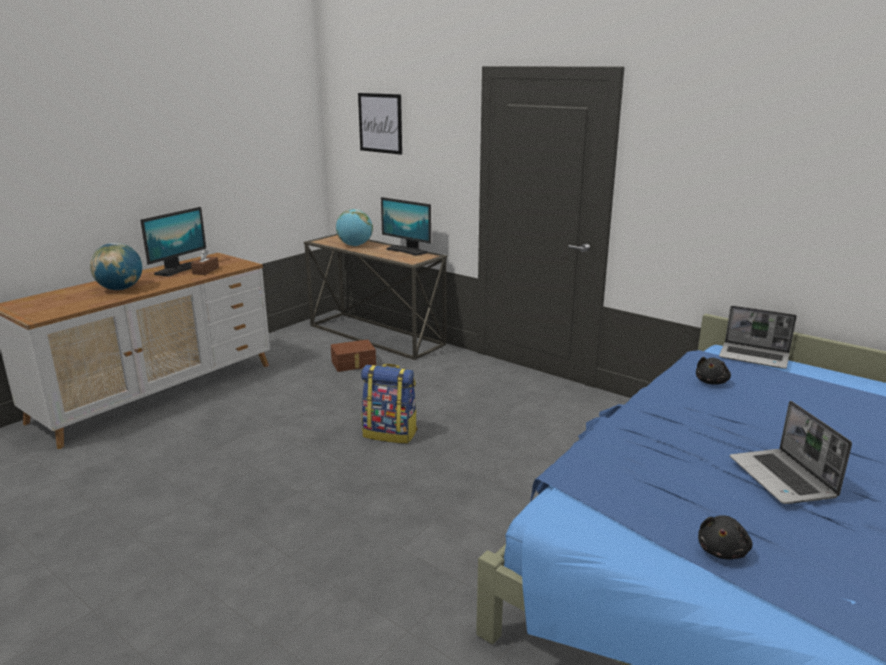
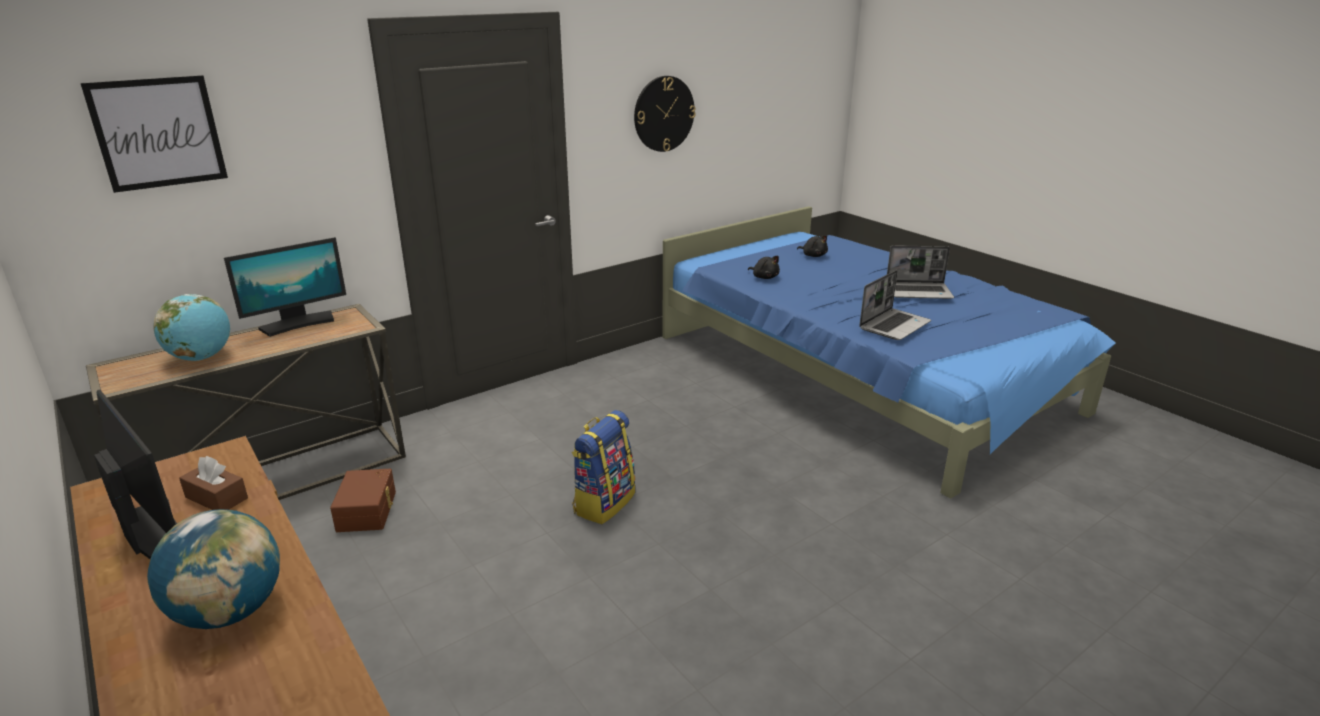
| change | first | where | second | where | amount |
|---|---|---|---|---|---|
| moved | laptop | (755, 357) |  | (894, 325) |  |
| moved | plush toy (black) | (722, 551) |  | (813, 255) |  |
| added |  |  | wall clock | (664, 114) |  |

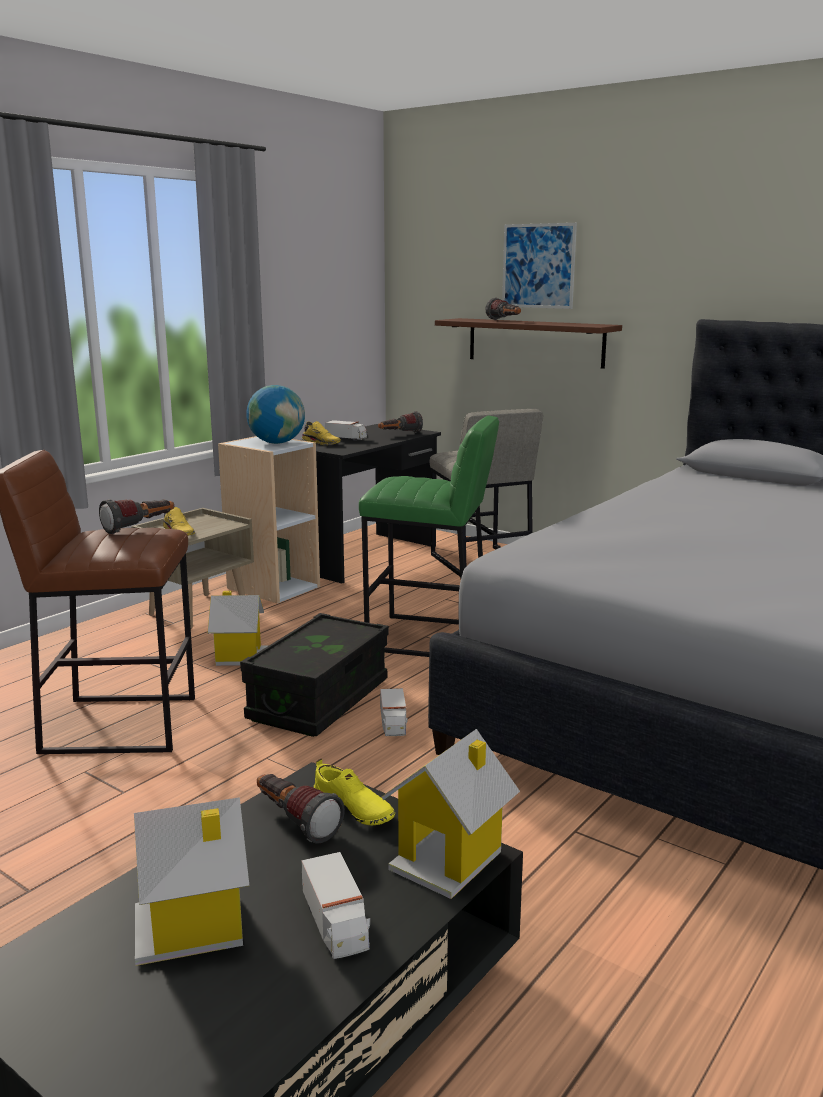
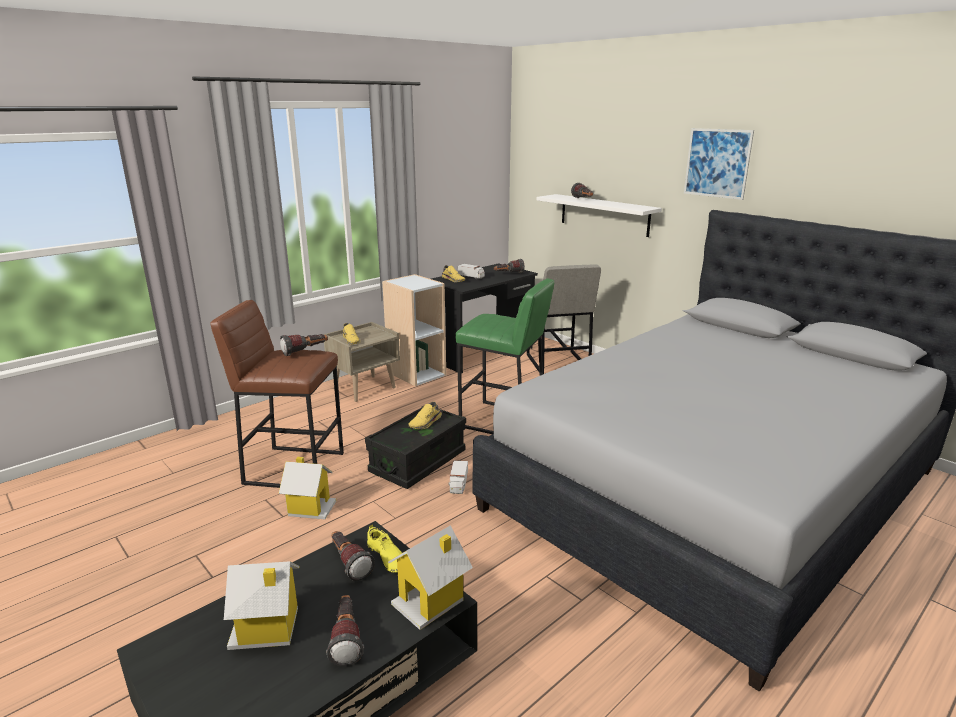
| change | first | where | second | where | amount |
|---|---|---|---|---|---|
| moved | picture | (538, 266) |  | (717, 163) |  |
| recoloured | shelf (brown) | (535, 342) | shelf (white) | (604, 215) |  |
| removed | globe | (277, 443) |  |  |  |
| moved | toy house | (240, 656) |  | (310, 507) |  |
| replaced | toy truck | (336, 924) | flashlight | (346, 638) |  |
| added |  |  | shoe (yellow) | (426, 423) |  |

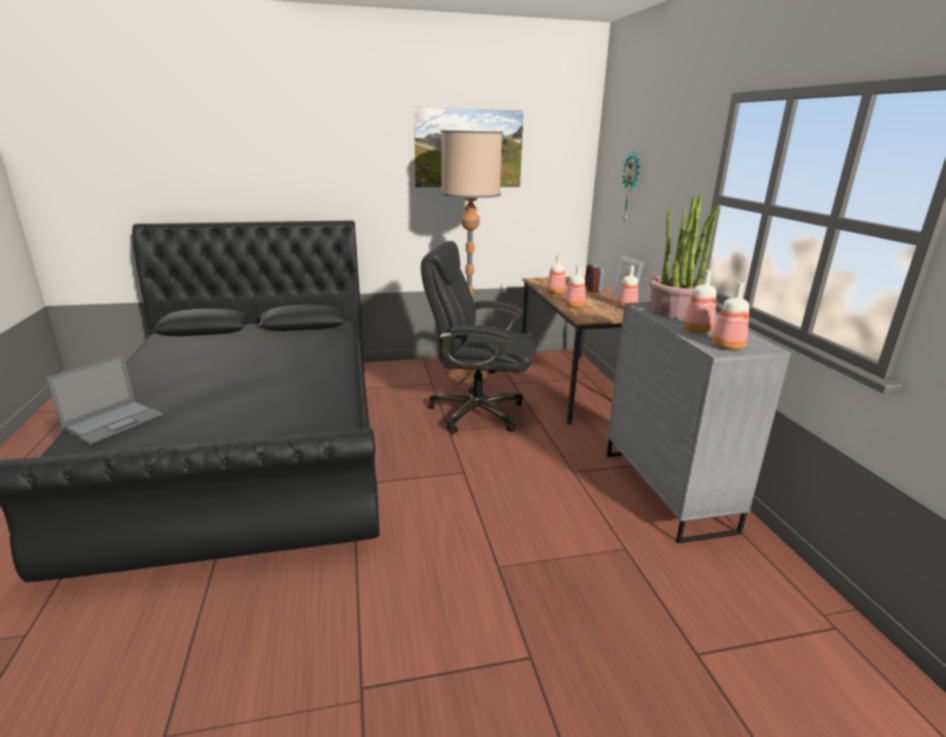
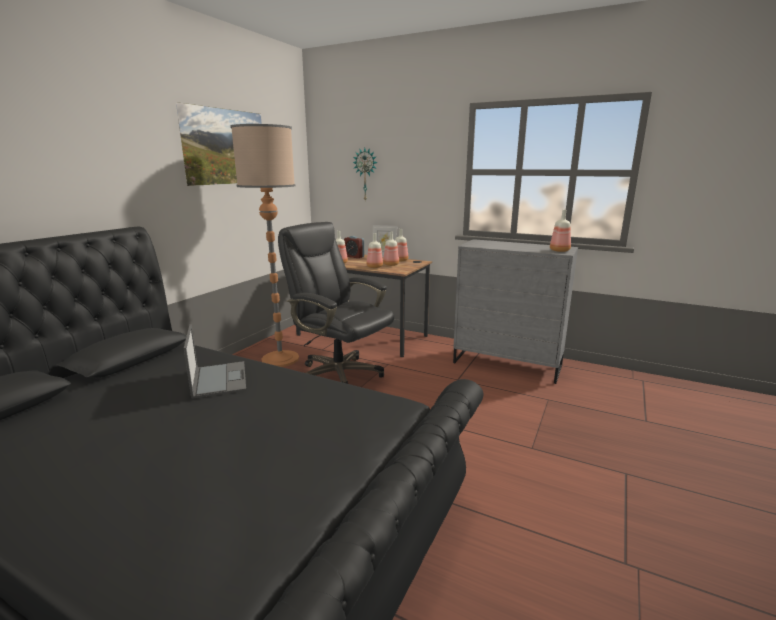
| change | first | where | second | where | amount |
|---|---|---|---|---|---|
| removed | potted plant | (675, 310) |  |  |  |
| turned | office chair (black) | (479, 413) |  | (340, 377) | 75 degrees clockwise |
| moved | bottle | (697, 330) |  | (391, 265) |  |
| moved | laptop | (114, 421) |  | (219, 379) |  |

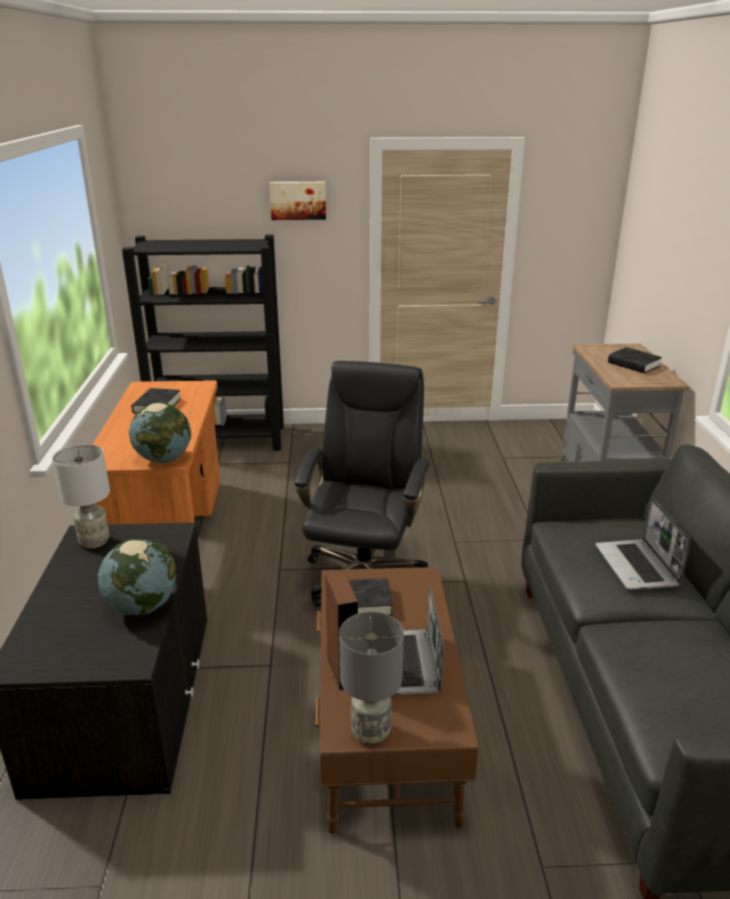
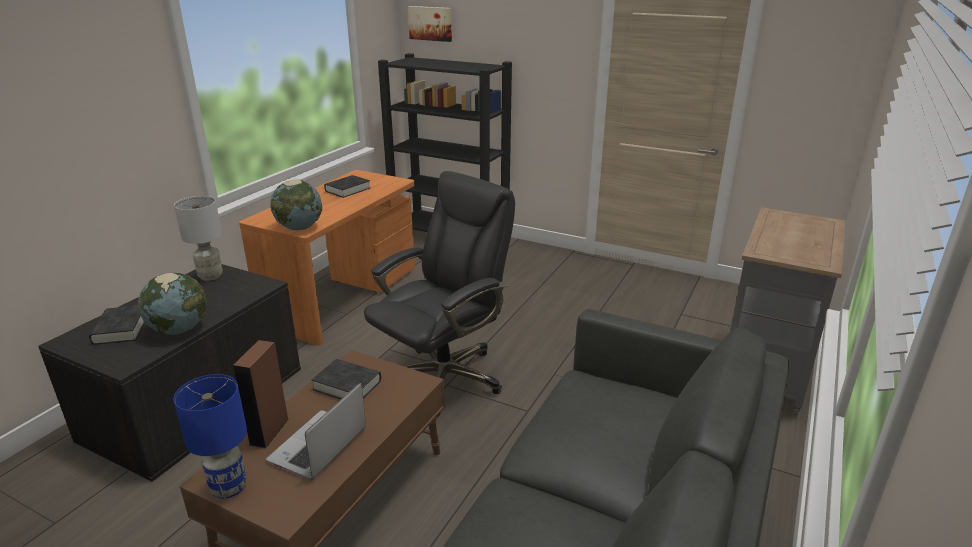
| change | first | where | second | where | amount |
|---|---|---|---|---|---|
| moved | picture | (298, 200) |  | (431, 23) |  |
| moved | book (black) | (633, 364) |  | (121, 329) |  |
| removed | laptop | (637, 567) |  |  |  |
| recoloured | table lamp (grey) | (371, 732) | table lamp (blue) | (229, 487) |  |

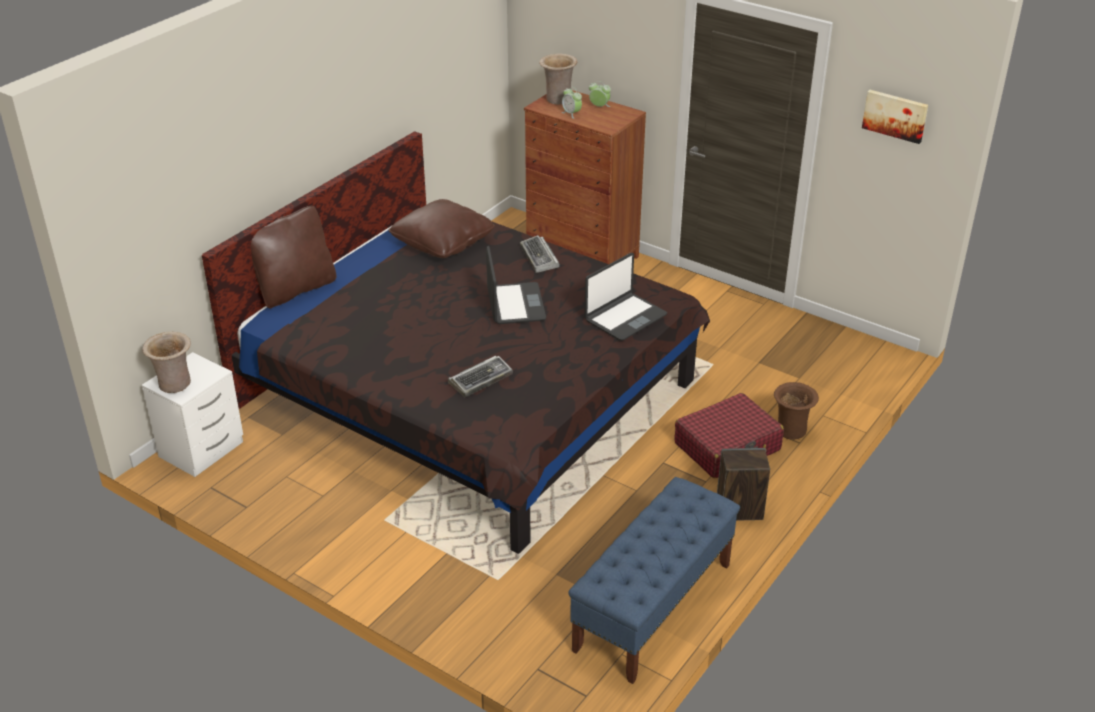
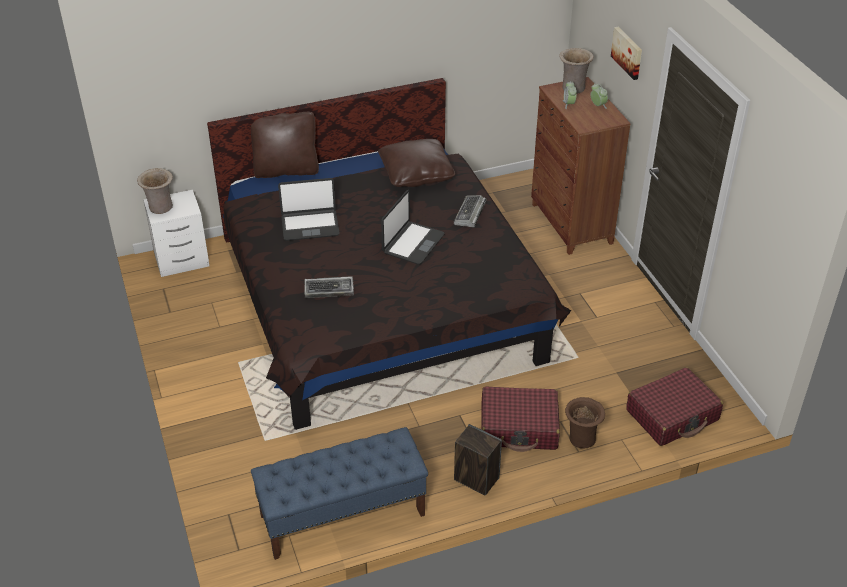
| change | first | where | second | where | amount |
|---|---|---|---|---|---|
| moved | picture | (895, 115) |  | (628, 52) |  |
| moved | laptop | (625, 317) |  | (310, 225) |  |
| added |  |  | suitcase (red) | (672, 415) |  |

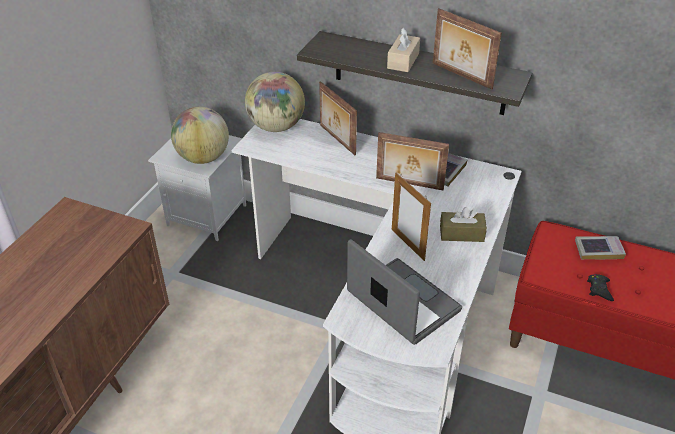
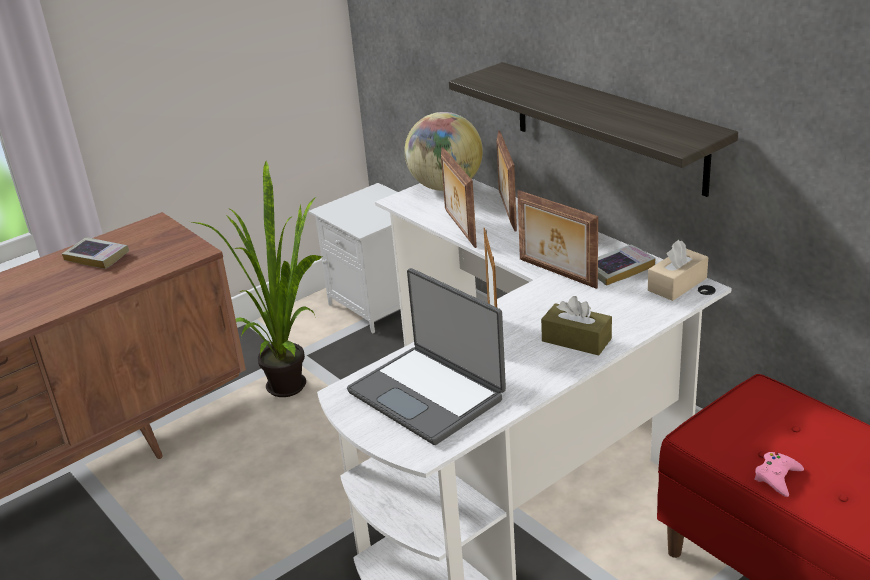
| change | first | where | second | where | amount |
|---|---|---|---|---|---|
| moved | picture frame | (461, 76) |  | (459, 229) |  |
| moved | tissue box (beige) | (403, 61) |  | (677, 284) |  |
| removed | globe | (203, 158) |  |  |  |
| moved | book | (598, 250) |  | (97, 257) |  |
| turned | laptop | (401, 303) |  | (428, 394) | 150 degrees clockwise |
| recoloured | game controller (black) | (599, 289) | game controller (pink) | (777, 477) |  |
| added |  |  | potted plant | (292, 381) |  |

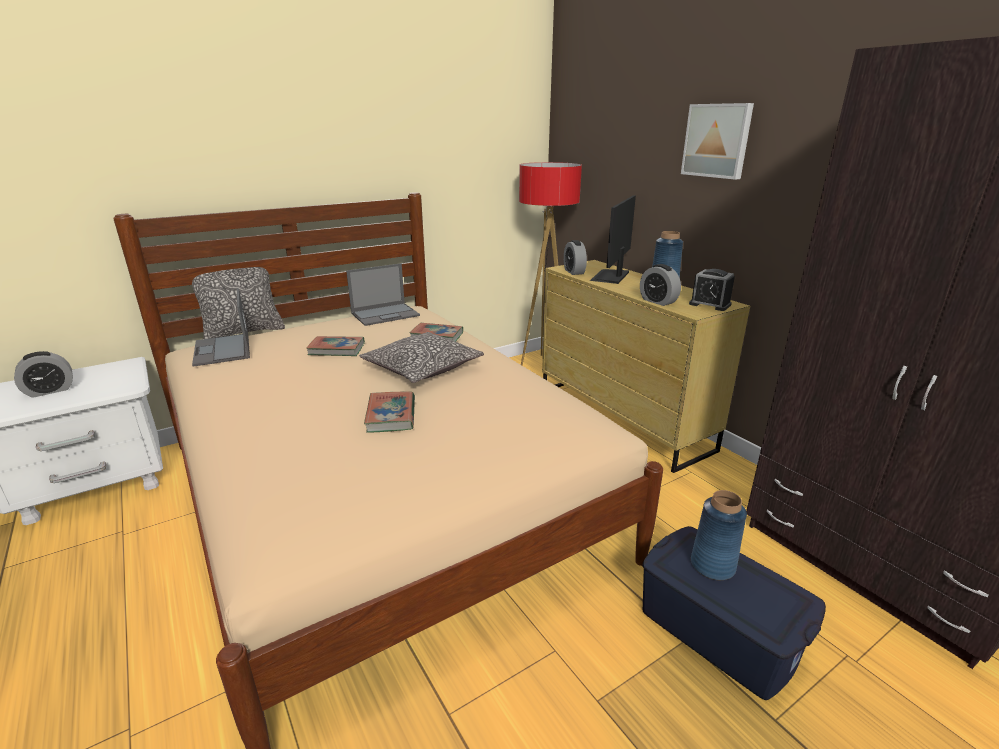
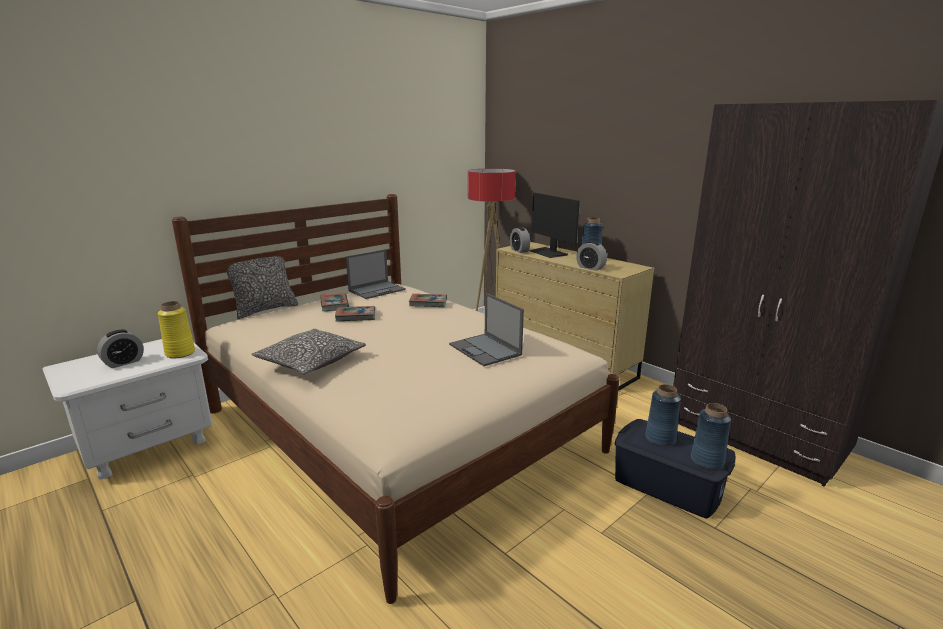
| change | first | where | second | where | amount |
|---|---|---|---|---|---|
| removed | picture | (717, 140) |  |  |  |
| turned | monitor | (611, 276) |  | (548, 253) | 45 degrees counterclockwise |
| removed | alarm clock | (710, 304) |  |  |  |
| moved | laptop | (223, 350) |  | (485, 350) |  |
| moved | pillow | (422, 368) |  | (311, 361) |  |
| moved | book | (391, 415) |  | (334, 304) |  |
| added |  |  | vase (yellow) | (180, 353) |  |
| added |  |  | vase (blue) | (706, 460) |  |

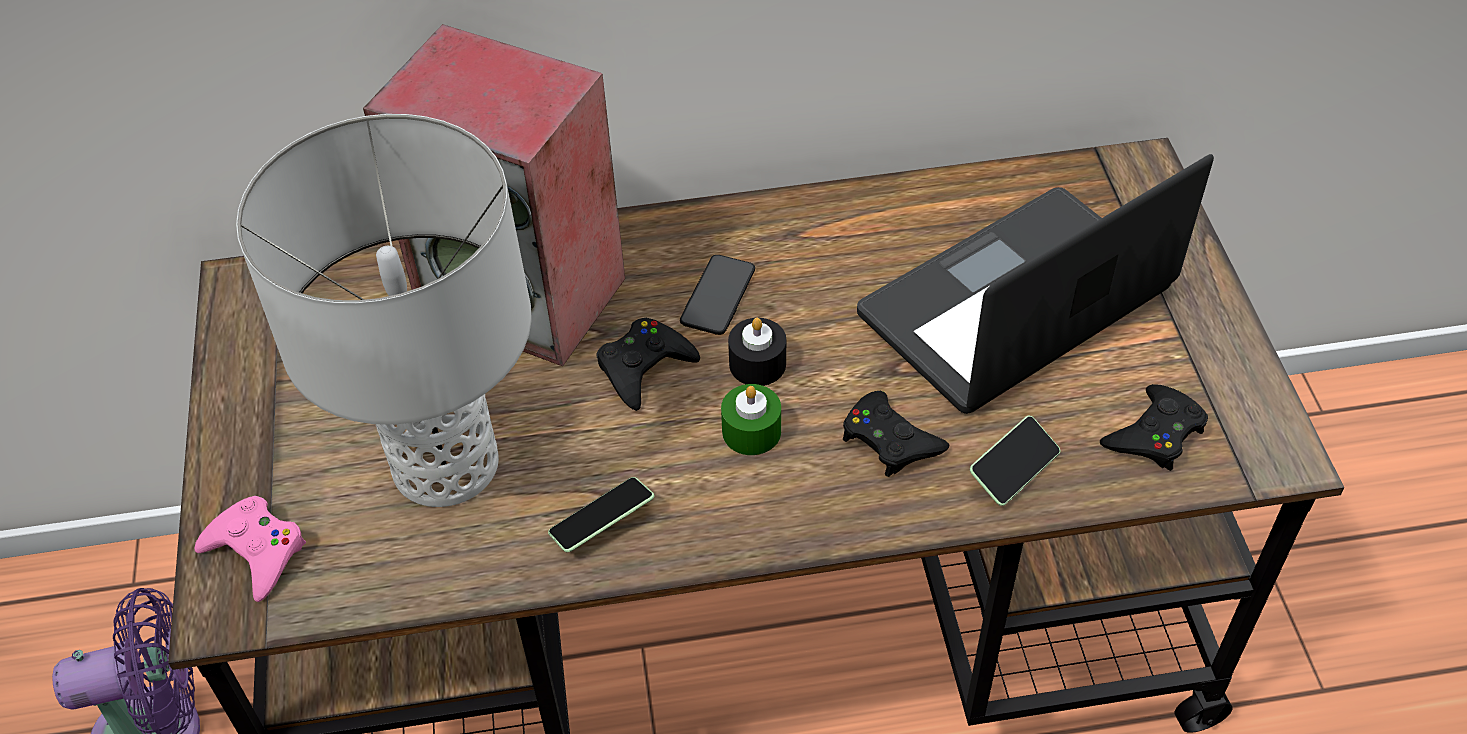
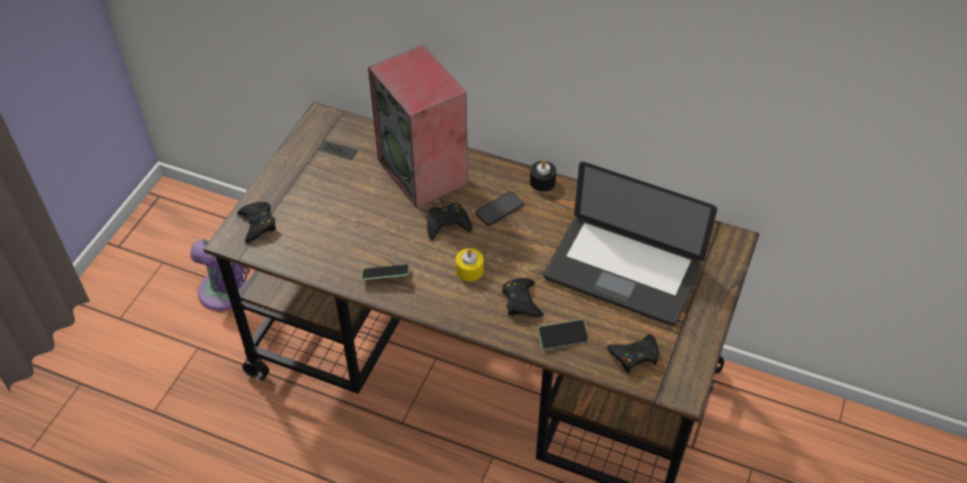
| change | first | where | second | where | amount |
|---|---|---|---|---|---|
| removed | table lamp (white) | (447, 462) |  |  |  |
| turned | laptop | (1016, 303) |  | (622, 272) | 150 degrees counterclockwise |
| moved | candle (black) | (757, 364) |  | (542, 182) |  |
| recoloured | candle (green) | (751, 431) | candle (yellow) | (469, 270) |  |
| recoloured | game controller (pink) | (256, 551) | game controller (black) | (257, 224) |  |

